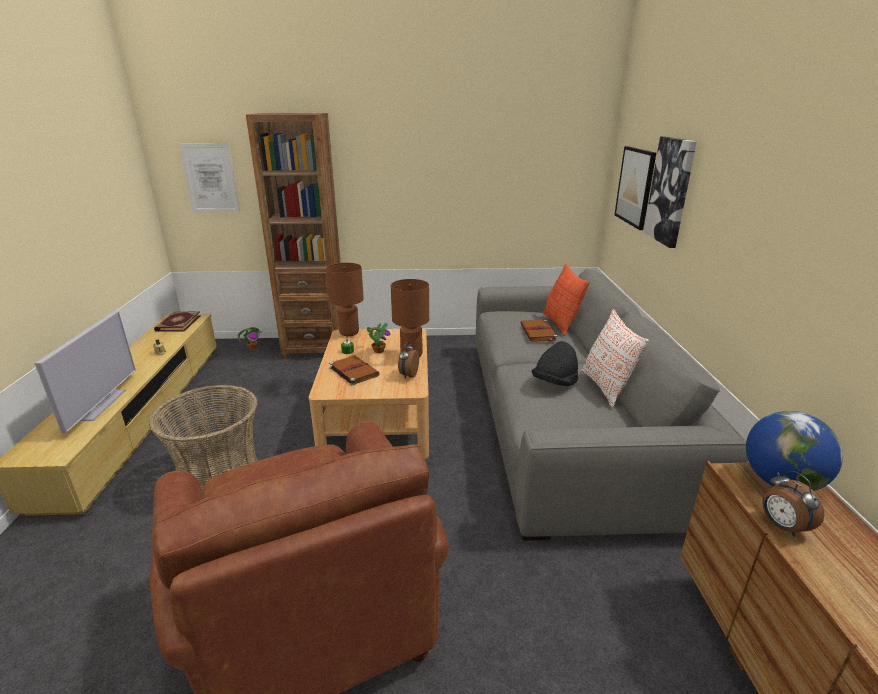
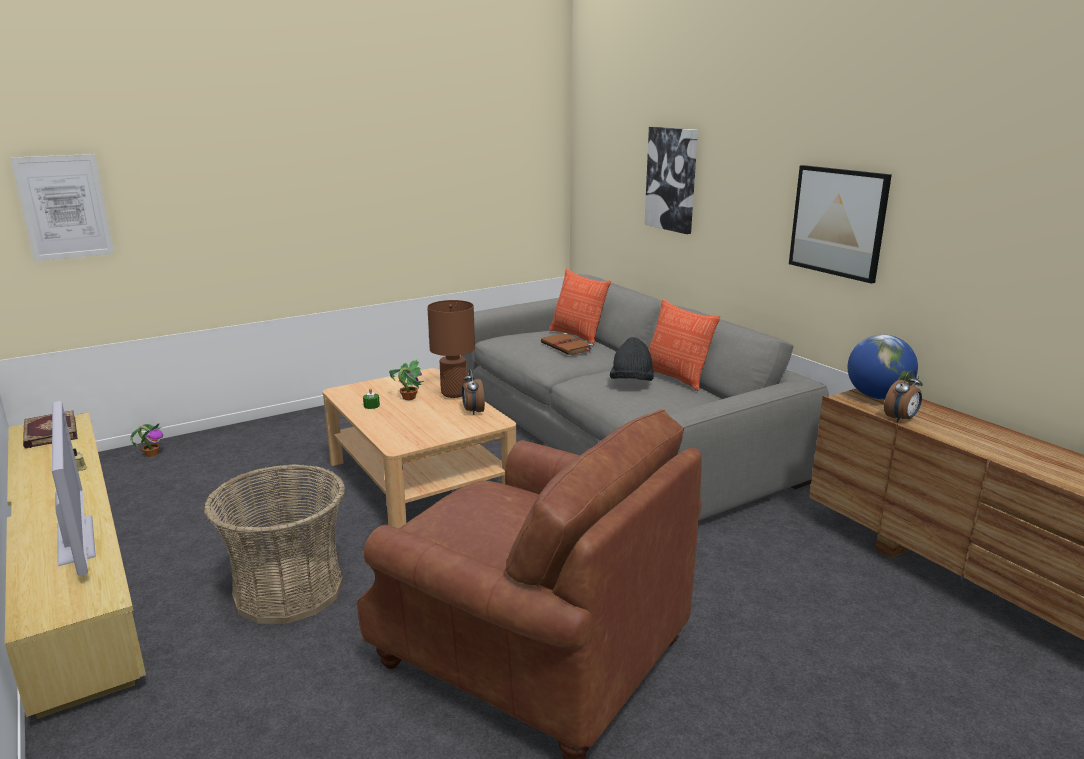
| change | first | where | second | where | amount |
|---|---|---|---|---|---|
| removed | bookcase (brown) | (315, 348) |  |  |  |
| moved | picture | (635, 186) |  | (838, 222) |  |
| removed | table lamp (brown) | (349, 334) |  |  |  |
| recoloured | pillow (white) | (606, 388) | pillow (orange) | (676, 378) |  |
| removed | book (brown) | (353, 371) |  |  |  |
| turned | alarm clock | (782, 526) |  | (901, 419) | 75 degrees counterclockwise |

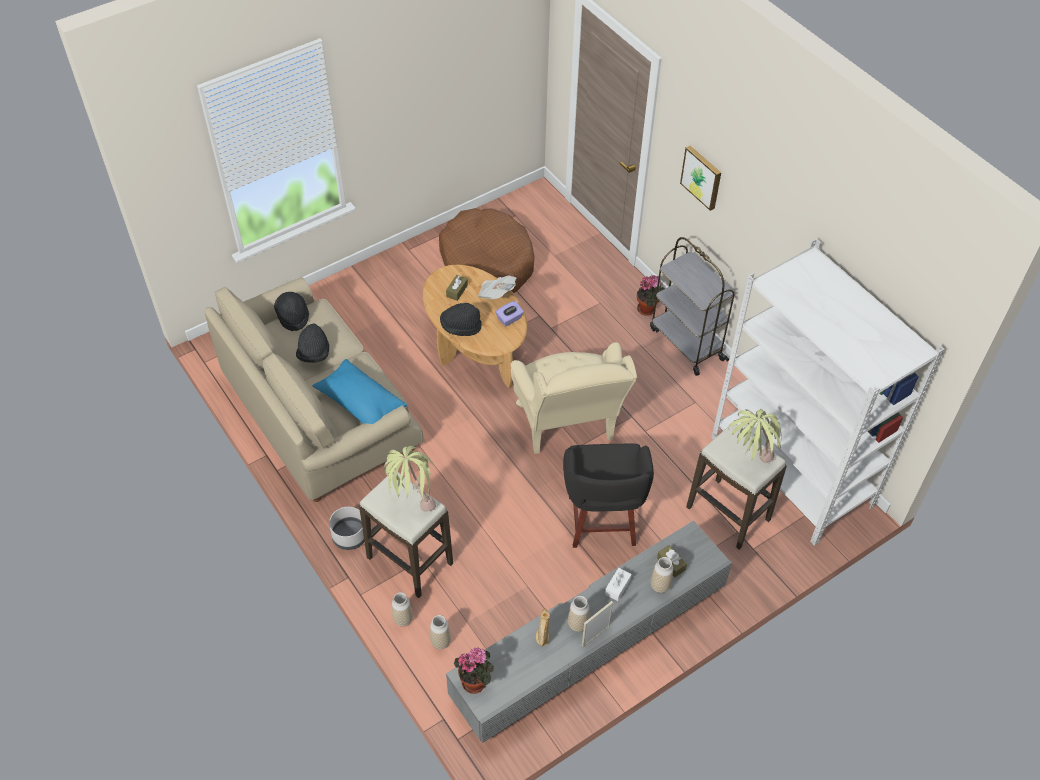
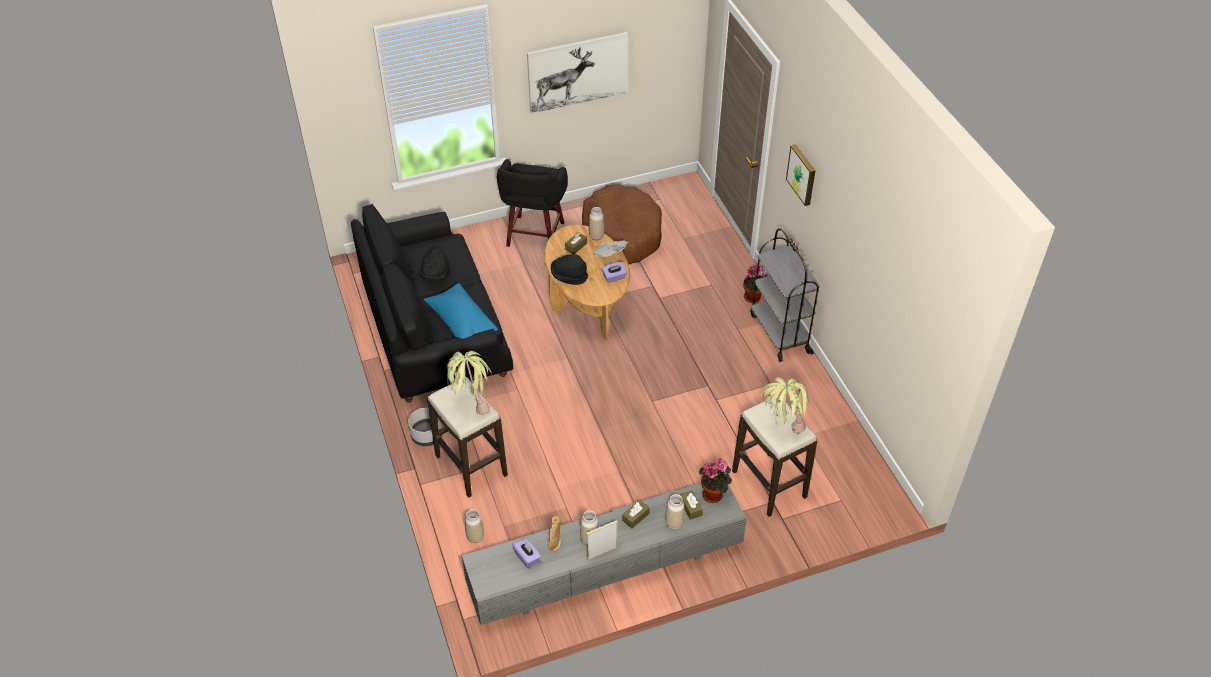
| change | first | where | second | where | amount |
|---|---|---|---|---|---|
| removed | bookcase (white) | (791, 471) |  |  |  |
| recoloured | sofa (beige) | (320, 413) | sofa (black) | (435, 332) |  |
| removed | hat (black) | (293, 316) |  |  |  |
| removed | armchair (beige) | (569, 430) |  |  |  |
| moved | stool (black) | (602, 523) |  | (534, 236) |  |
| recoloured | tissue box (white) | (617, 587) | tissue box (brown) | (635, 517) |  |
| moved | vase | (403, 619) |  | (596, 236) |  |
| moved | potted plant | (476, 681) |  | (714, 494) |  |
| added |  |  | picture | (577, 72) |  |
| added |  |  | tissue box (purple) | (527, 557) |  |

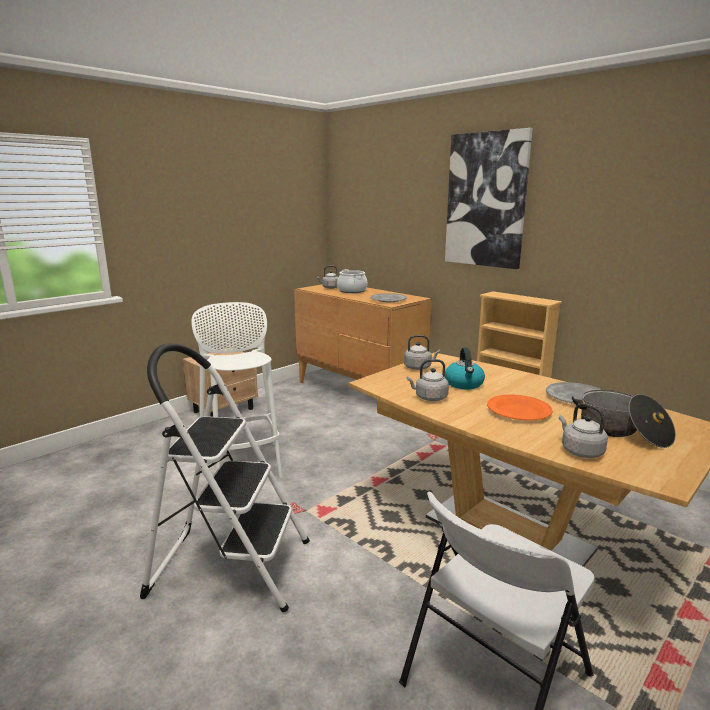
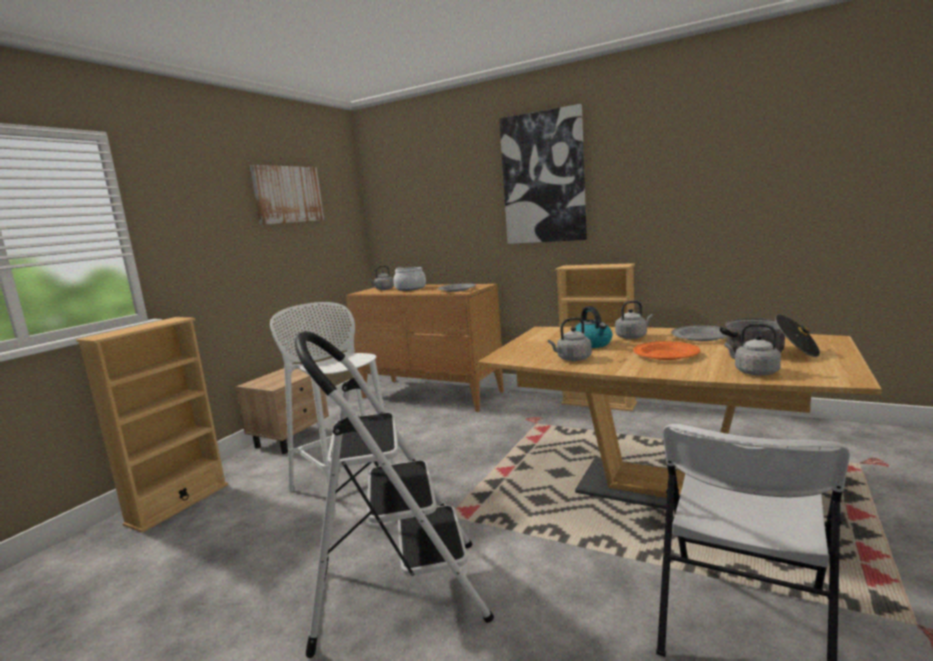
| change | first | where | second | where | amount |
|---|---|---|---|---|---|
| moved | kettle (grey) | (419, 367) |  | (632, 337) |  |
| added |  |  | picture | (288, 194) |  |
| added |  |  | bookcase (beige) | (178, 504) |  |

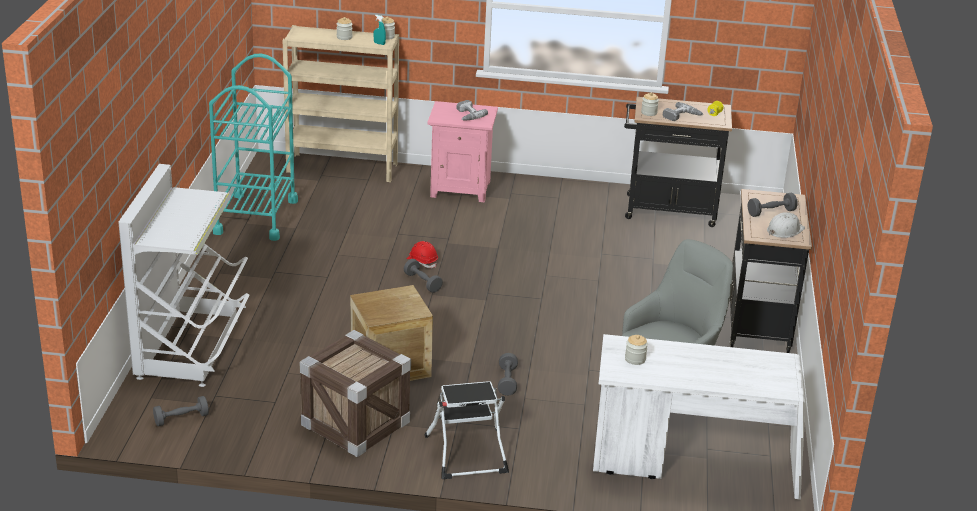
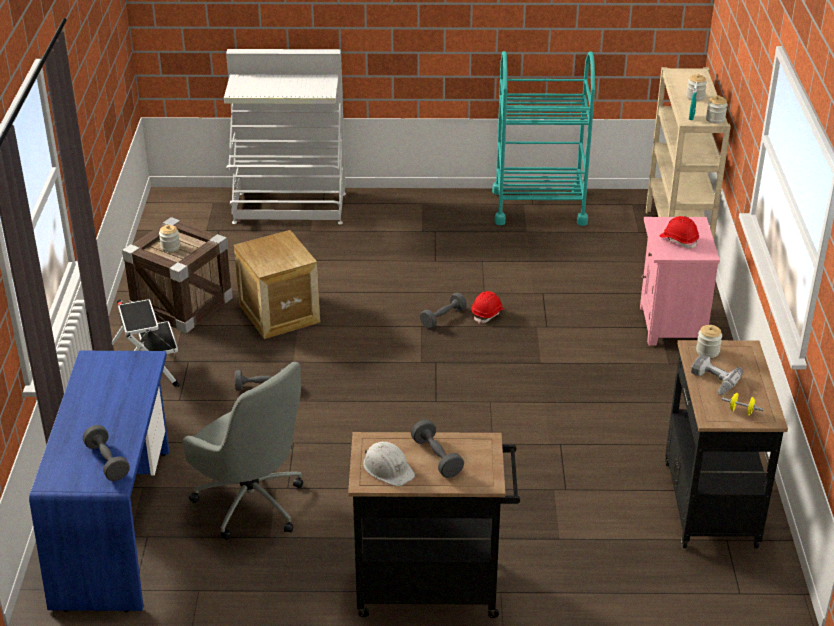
| change | first | where | second | where | amount |
|---|---|---|---|---|---|
| replaced | power drill | (467, 115) | hard hat (red) | (679, 240) |  |
| recoloured | desk (white) | (694, 464) | desk (blue) | (117, 526) |  |
| moved | jar | (635, 359) |  | (170, 247) |  |
| moved | dumbbell (grey) | (181, 419) |  | (107, 462) |  |

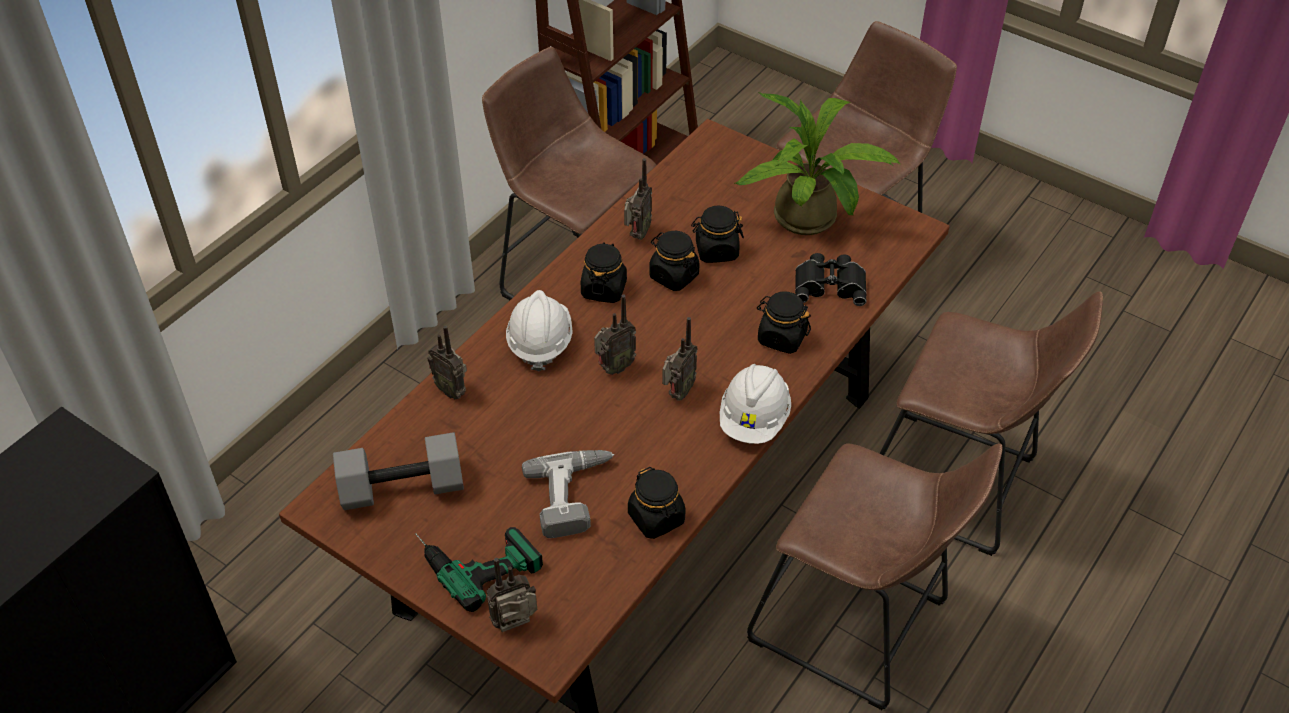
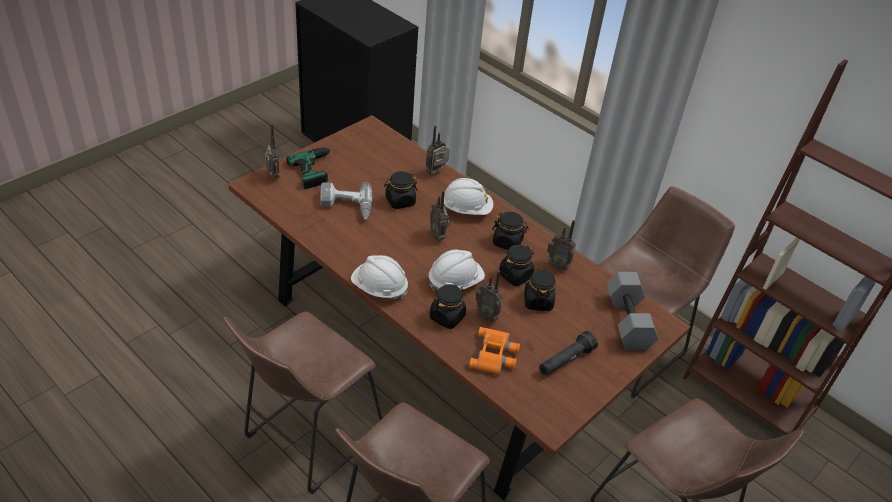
| change | first | where | second | where | amount |
|---|---|---|---|---|---|
| replaced | potted plant | (812, 220) | flashlight (black) | (565, 361) |  |
| recoloured | binoculars (black) | (830, 284) | binoculars (orange) | (495, 355) |  |
| moved | radio | (677, 393) |  | (487, 315) |  |
| moved | dumbbell (grey) | (403, 486) |  | (629, 322) |  |
| moved | jar (black) | (656, 518) |  | (400, 201) |  |
| added |  |  | hard hat (white) | (455, 282) |  |

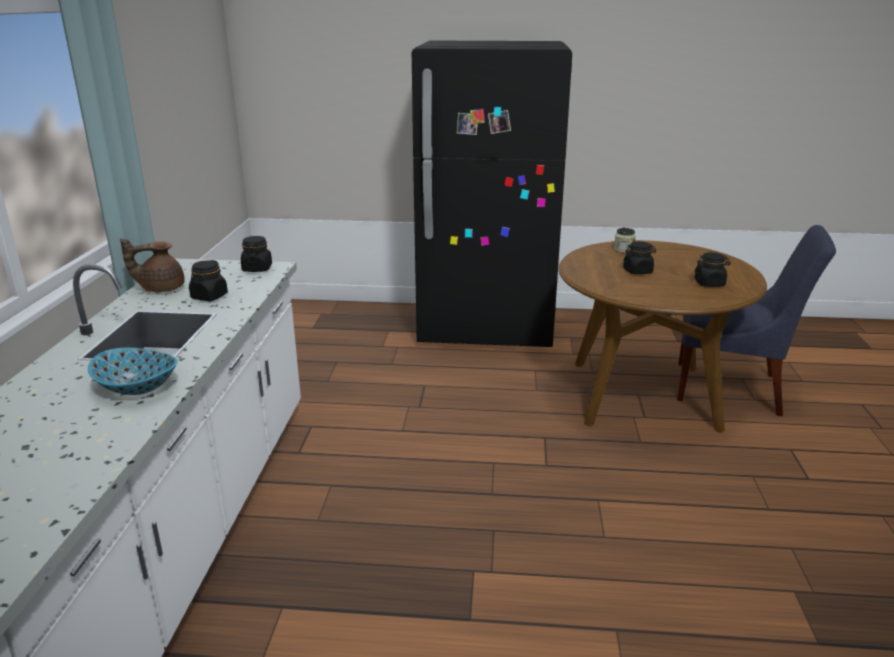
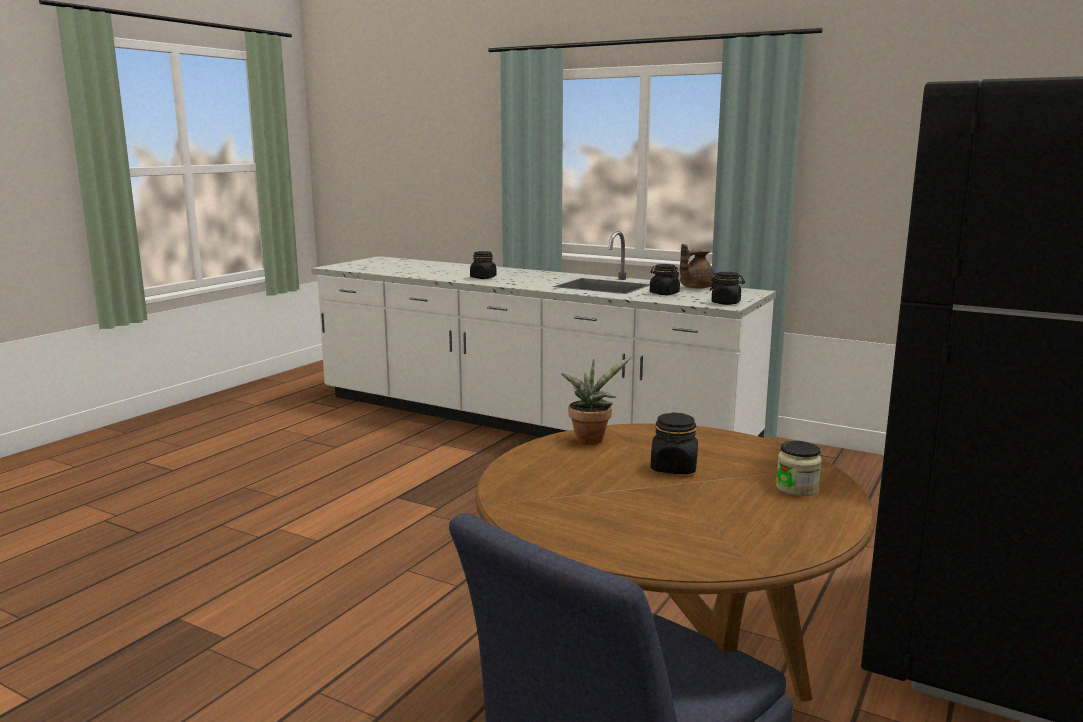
| change | first | where | second | where | amount |
|---|---|---|---|---|---|
| turned | teapot (brown) | (161, 288) |  | (695, 287) | 135 degrees counterclockwise |
| moved | jar (black) | (709, 283) |  | (483, 277) |  |
| removed | bowl | (138, 387) |  |  |  |
| added |  |  | potted plant | (591, 439) |  |

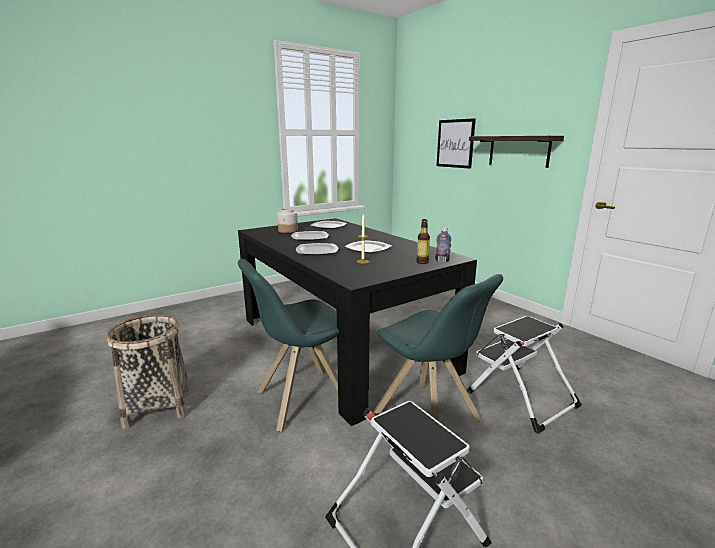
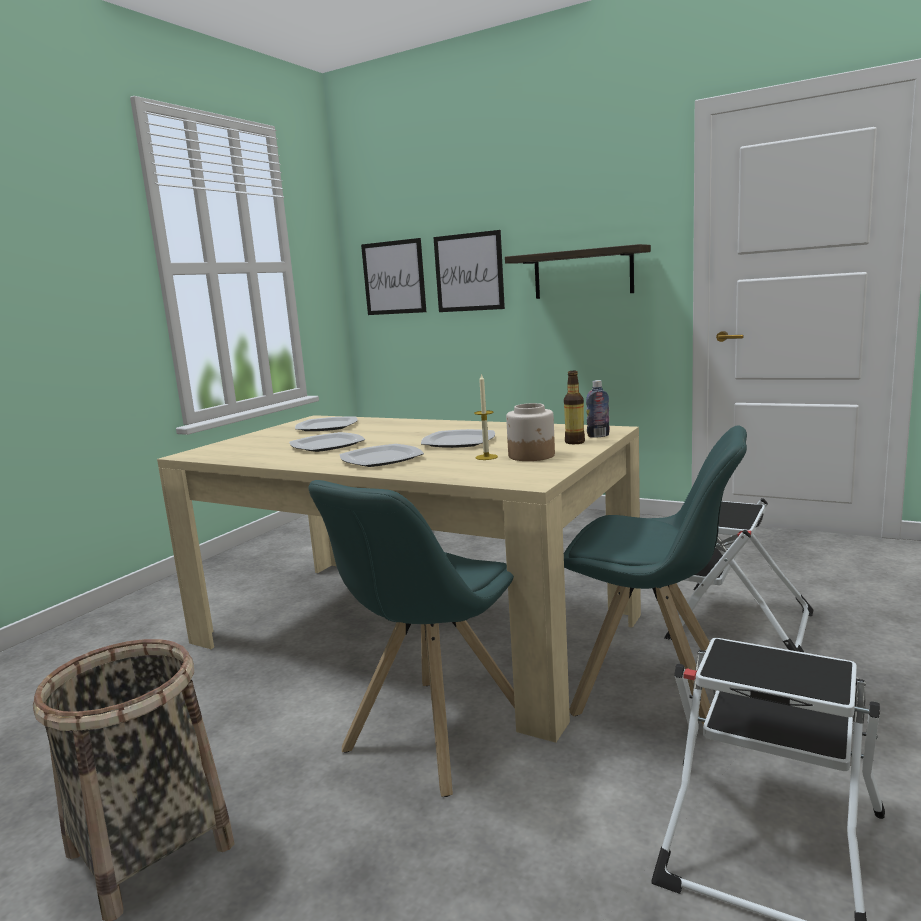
| change | first | where | second | where | amount |
|---|---|---|---|---|---|
| moved | jar | (288, 230) |  | (532, 456) |  |
| recoloured | dining table (black) | (341, 343) | dining table (beige) | (412, 629) |  |
| added |  |  | picture | (394, 277) |  |

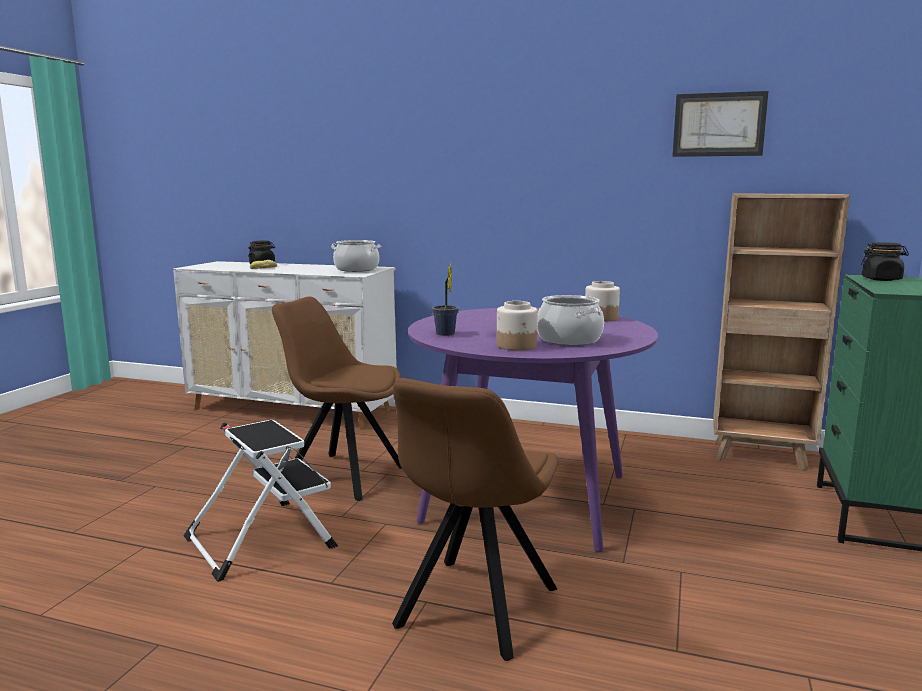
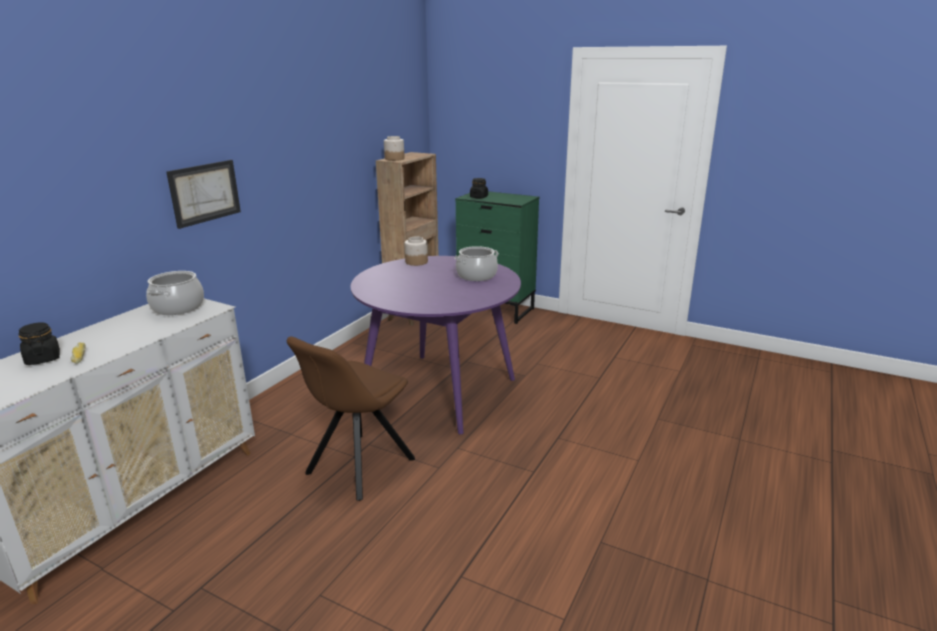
| change | first | where | second | where | amount |
|---|---|---|---|---|---|
| moved | picture | (719, 124) |  | (205, 193) |  |
| removed | potted plant | (445, 334) |  |  |  |
| moved | jar | (517, 346) |  | (394, 159) |  |
| removed | chair (brown) | (475, 607) |  |  |  |
| removed | step ladder | (261, 538) |  |  |  |

